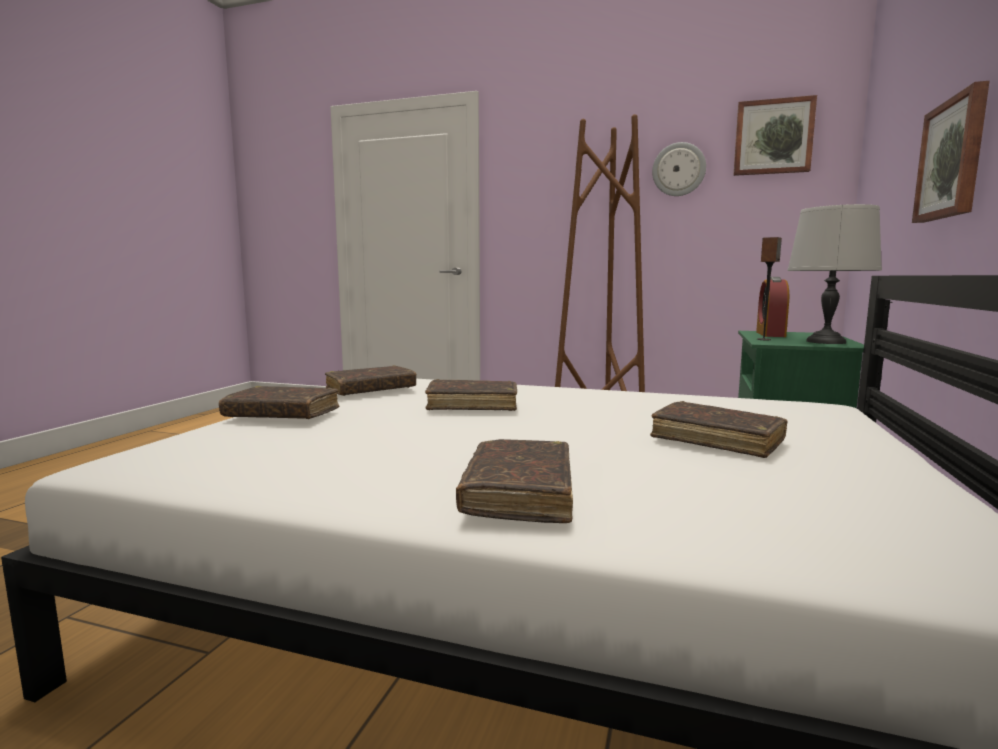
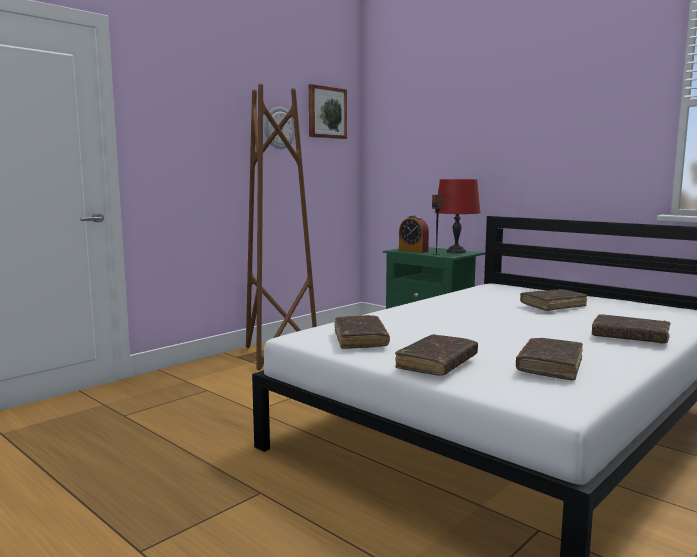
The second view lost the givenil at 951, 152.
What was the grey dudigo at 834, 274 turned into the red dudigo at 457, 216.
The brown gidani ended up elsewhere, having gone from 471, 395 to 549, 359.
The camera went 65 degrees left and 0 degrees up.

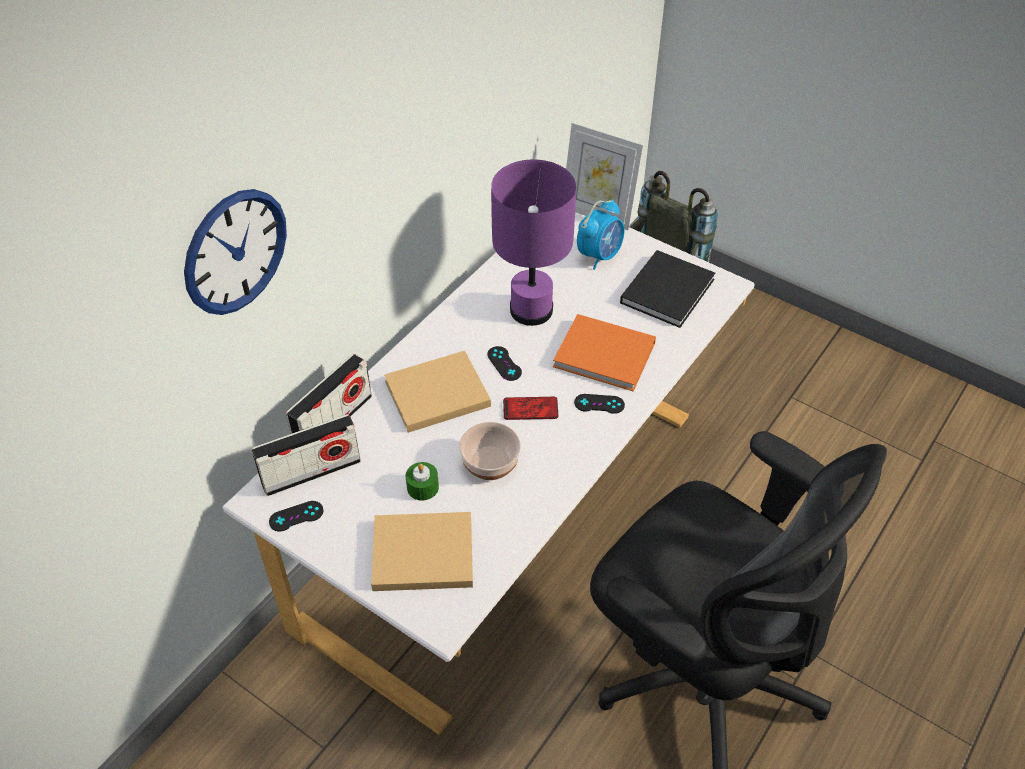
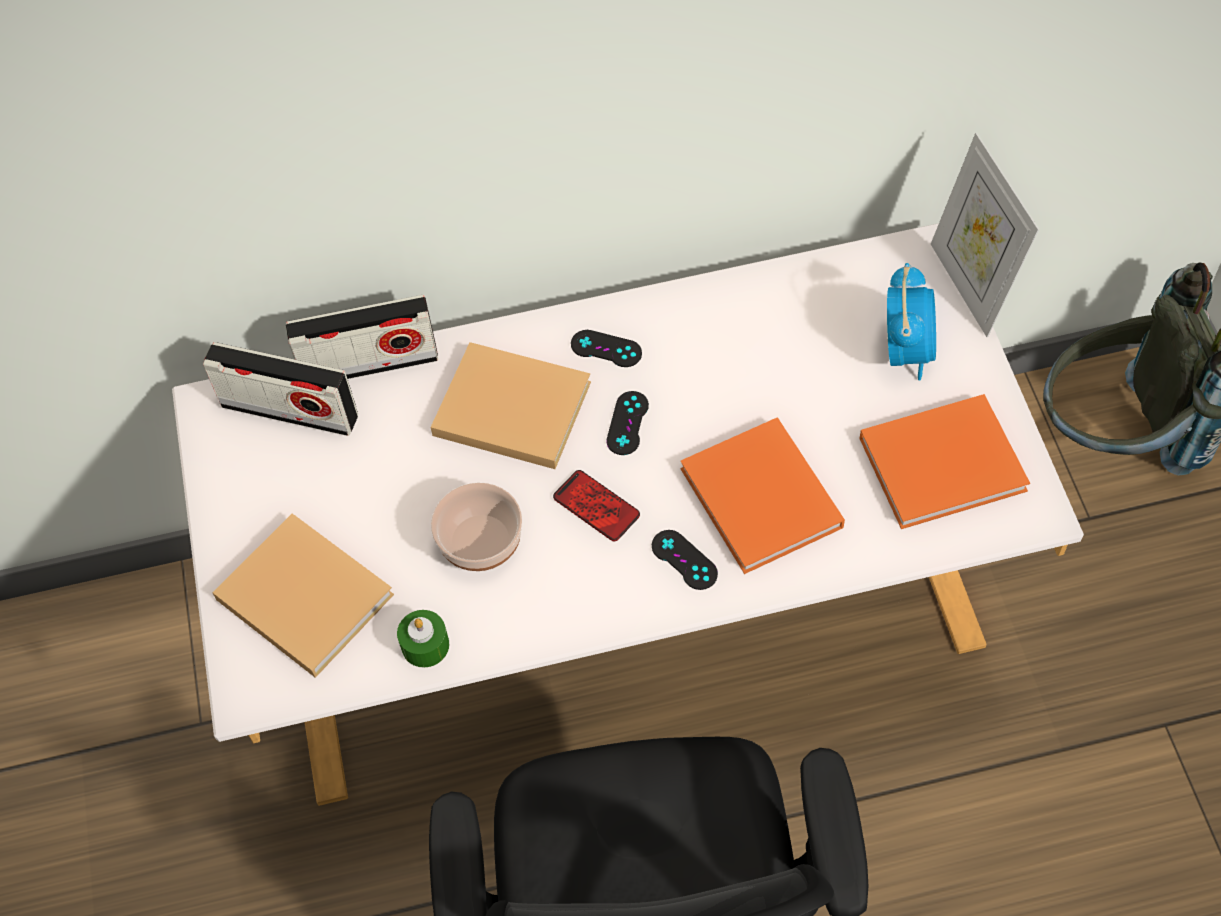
The second view lost the purple dudigo at 533, 243.
The second view lost the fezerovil at 235, 252.
The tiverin at 600, 234 ended up facing another way, 75 degrees counterclockwise from before.
What was the black gidani at 667, 289 turned into the orange gidani at 944, 461.
The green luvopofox ended up elsewhere, having gone from 422, 481 to 423, 638.
The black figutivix ended up elsewhere, having gone from 296, 516 to 606, 348.
The camera went 45 degrees right and 10 degrees up.

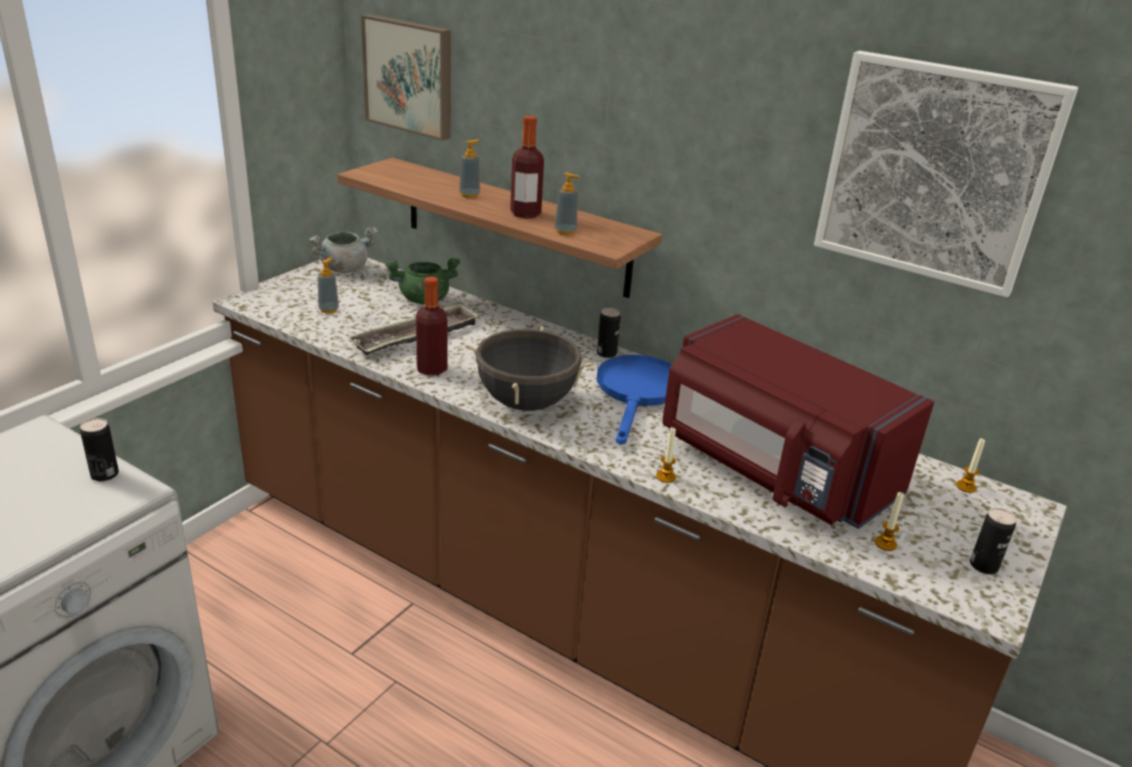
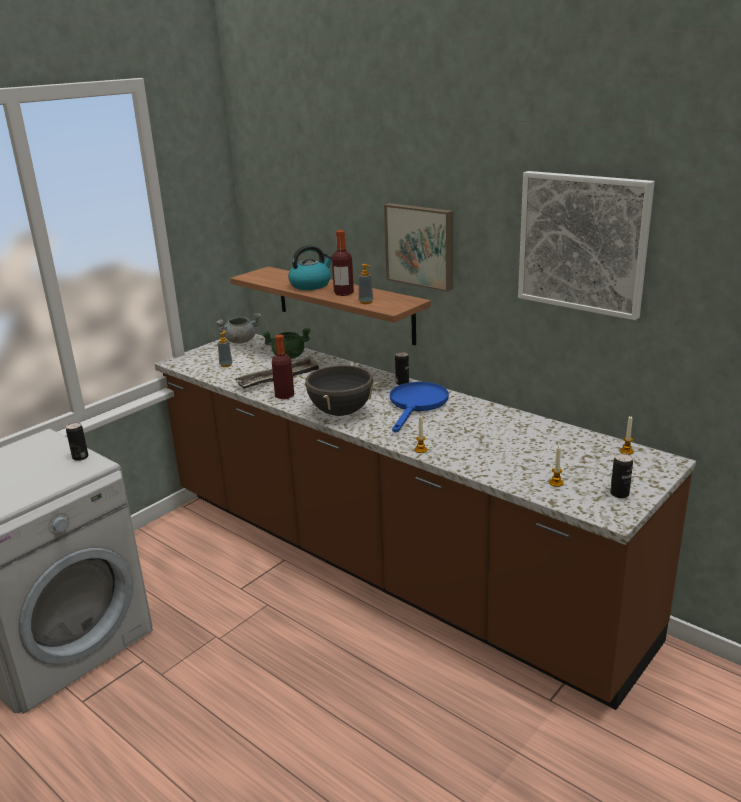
The givenil ended up elsewhere, having gone from 406, 77 to 418, 247.
Where the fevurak stood at 469, 169, the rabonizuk came to stand at 310, 267.
The second view lost the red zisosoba at 798, 421.
The camera went 10 degrees right and 5 degrees down.

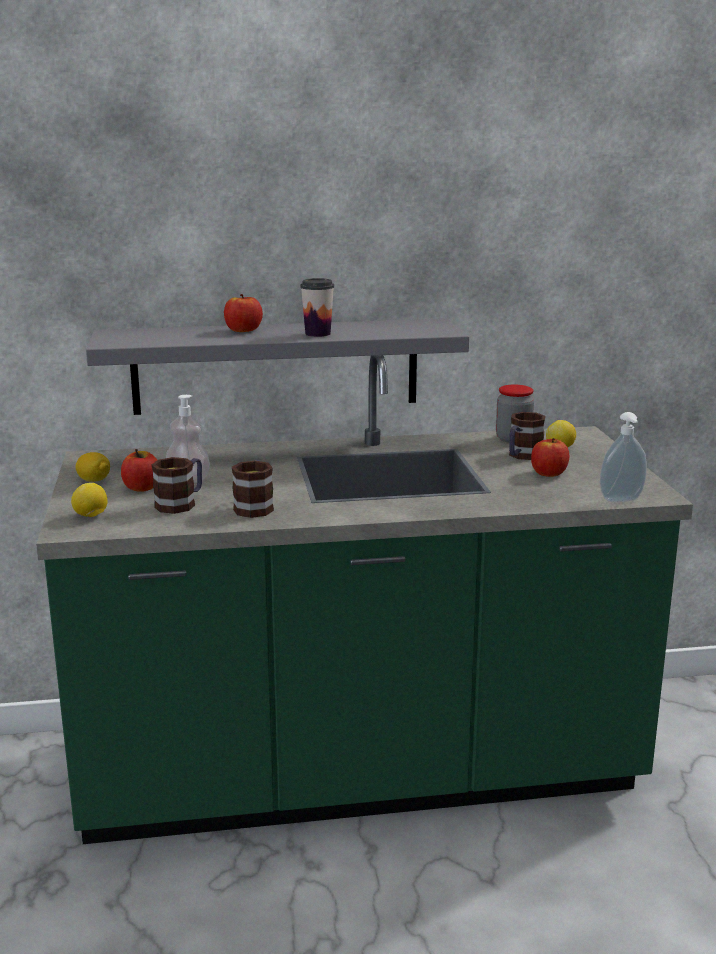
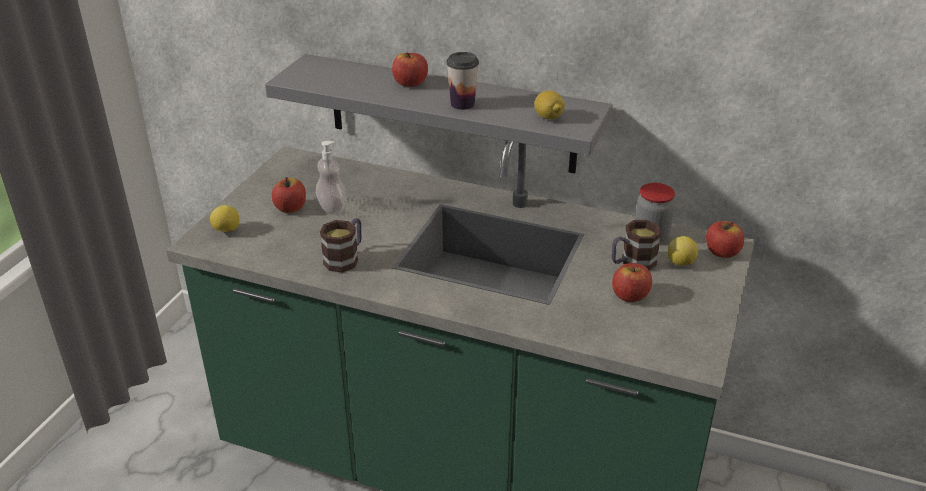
The second view lost the fevurak at 623, 457.
The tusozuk ended up elsewhere, having gone from 93, 467 to 549, 105.
The second view lost the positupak at 177, 485.
The second view gained the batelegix at 725, 239.
The camera went 30 degrees right and 15 degrees up.

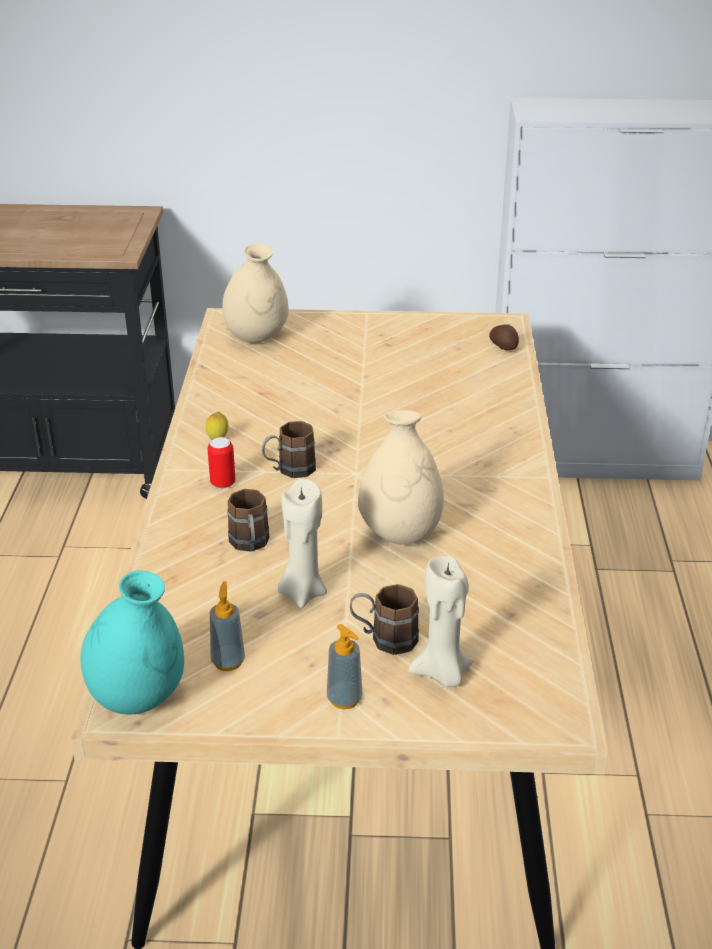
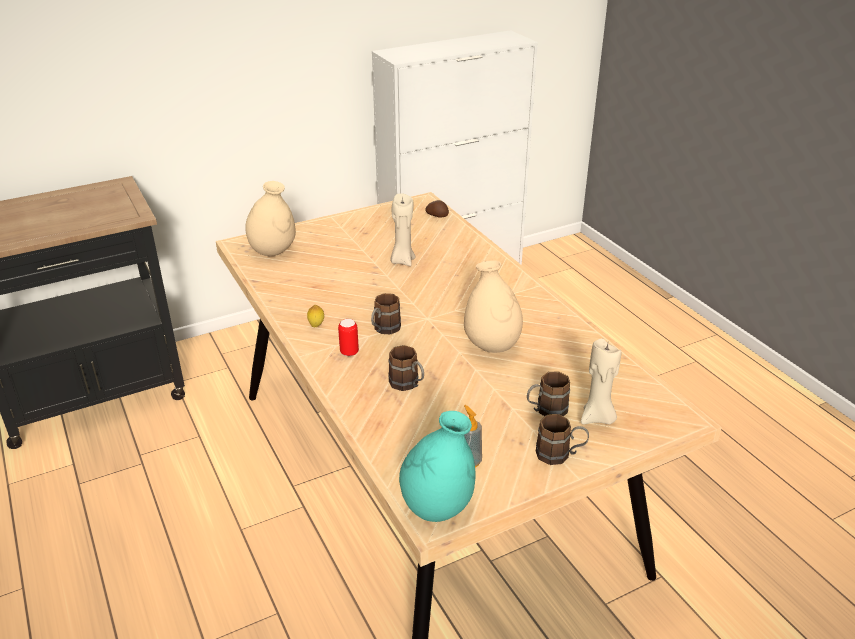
The beige luvopofox ended up elsewhere, having gone from 302, 543 to 402, 229.
Where the fevurak stood at 345, 667, the brown positupak came to stand at 562, 439.
The camera went 30 degrees left and 0 degrees up.

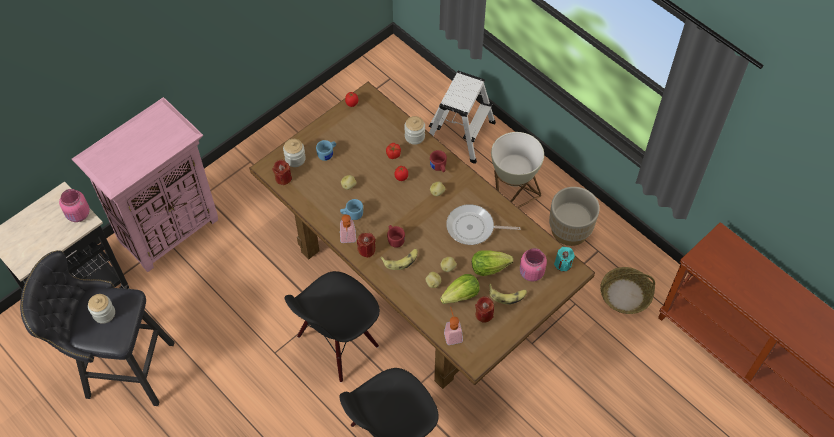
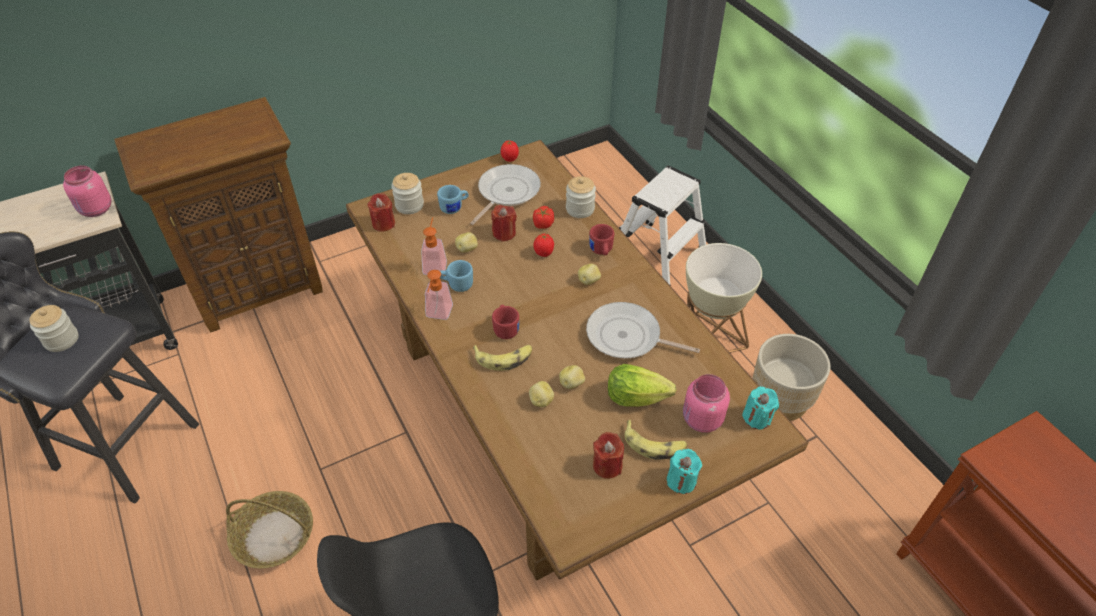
What was the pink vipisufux at 145, 184 turned into the brown vipisufux at 218, 215.
The red luvopofox ended up elsewhere, having gone from 366, 245 to 504, 223.
The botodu ended up elsewhere, having gone from 627, 290 to 269, 530.
The second view lost the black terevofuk at 332, 326.
The second view lost the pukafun at 460, 289.
The fevurak ended up elsewhere, having gone from 453, 326 to 434, 246.
The second view gained the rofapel at 505, 194.
The second view gained the turquoise luvopofox at 684, 471.
The camera went 15 degrees right and 10 degrees down.

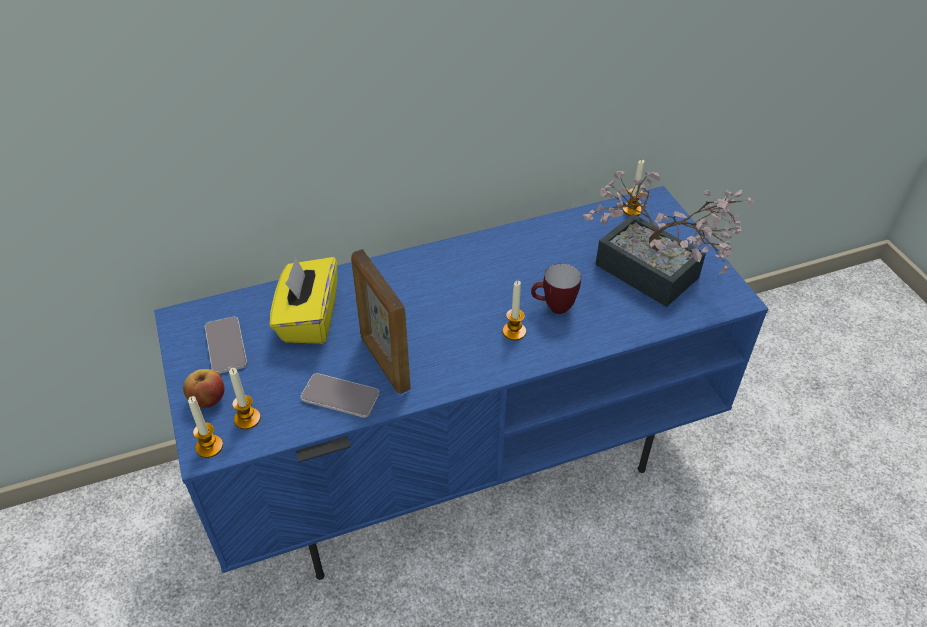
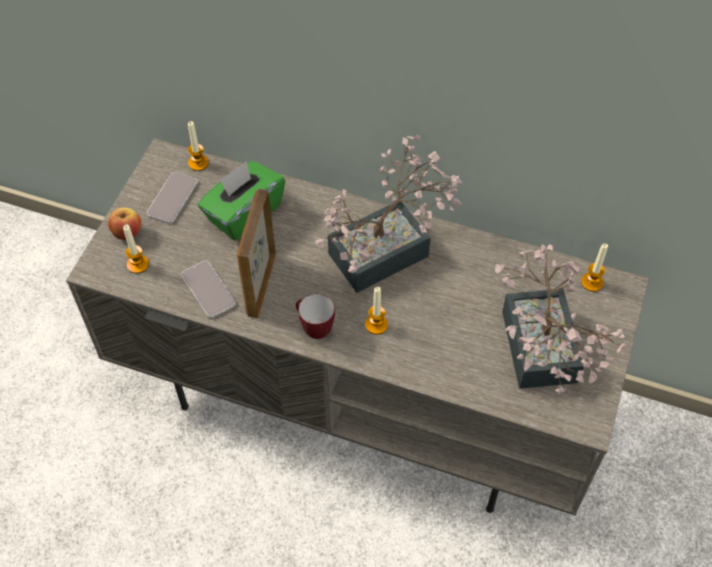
What was the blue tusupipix at 461, 383 turned into the grey tusupipix at 357, 327.
What was the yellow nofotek at 303, 300 turned into the green nofotek at 241, 200.
The positupak ended up elsewhere, having gone from 556, 288 to 315, 316.
The luvopofox ended up elsewhere, having gone from 205, 427 to 198, 146.
The second view gained the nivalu at 388, 214.
The camera went 40 degrees right and 10 degrees up.

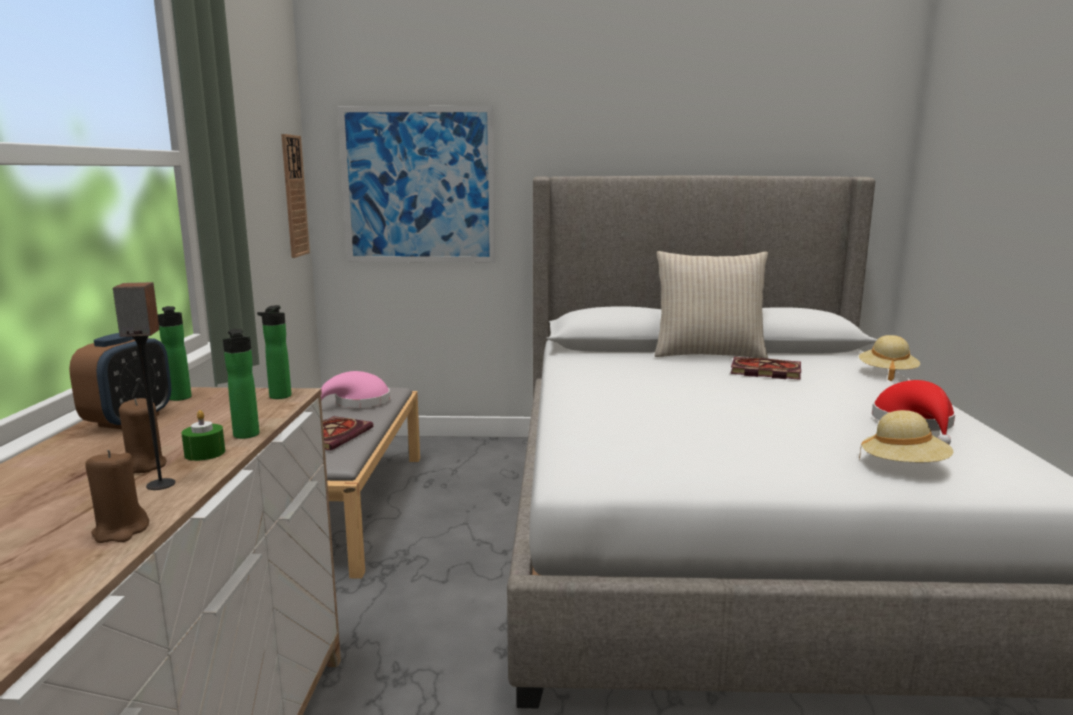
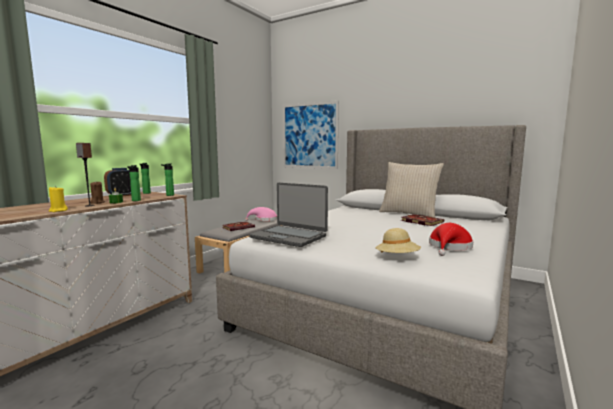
The second view lost the fezerovil at 295, 196.
The second view lost the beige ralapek at 889, 358.
What was the brown luvopofox at 117, 496 turned into the yellow luvopofox at 58, 199.
The second view gained the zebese at 288, 215.
The camera went 30 degrees right and 5 degrees down.

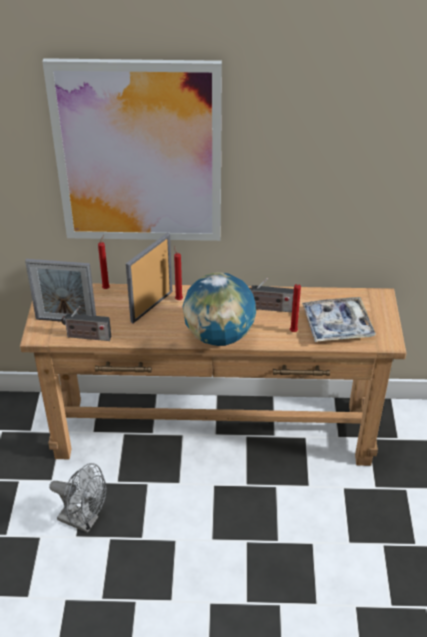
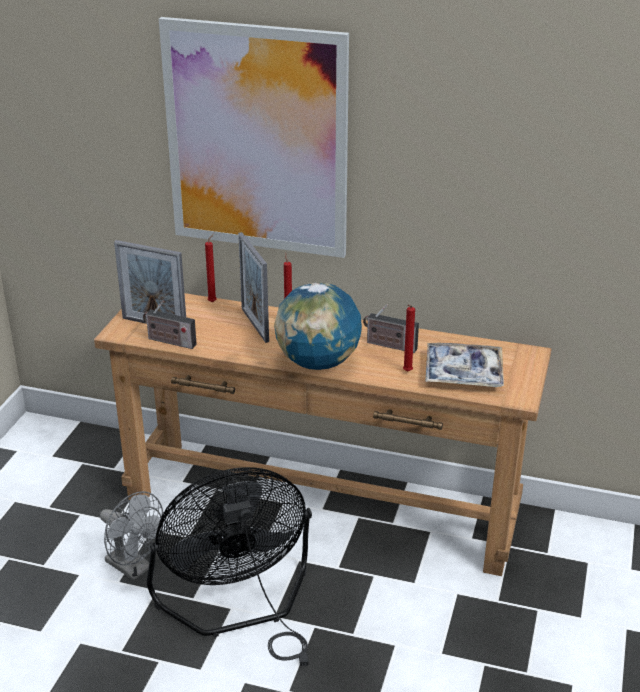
The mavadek at 149, 277 ended up facing another way, 75 degrees counterclockwise from before.
The second view gained the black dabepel at 229, 566.
The camera went 15 degrees right and 10 degrees down.

